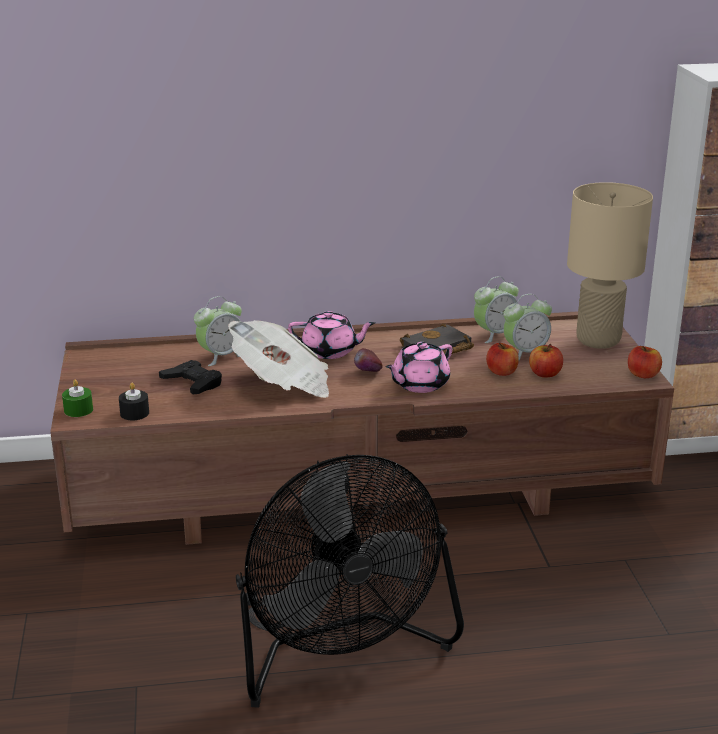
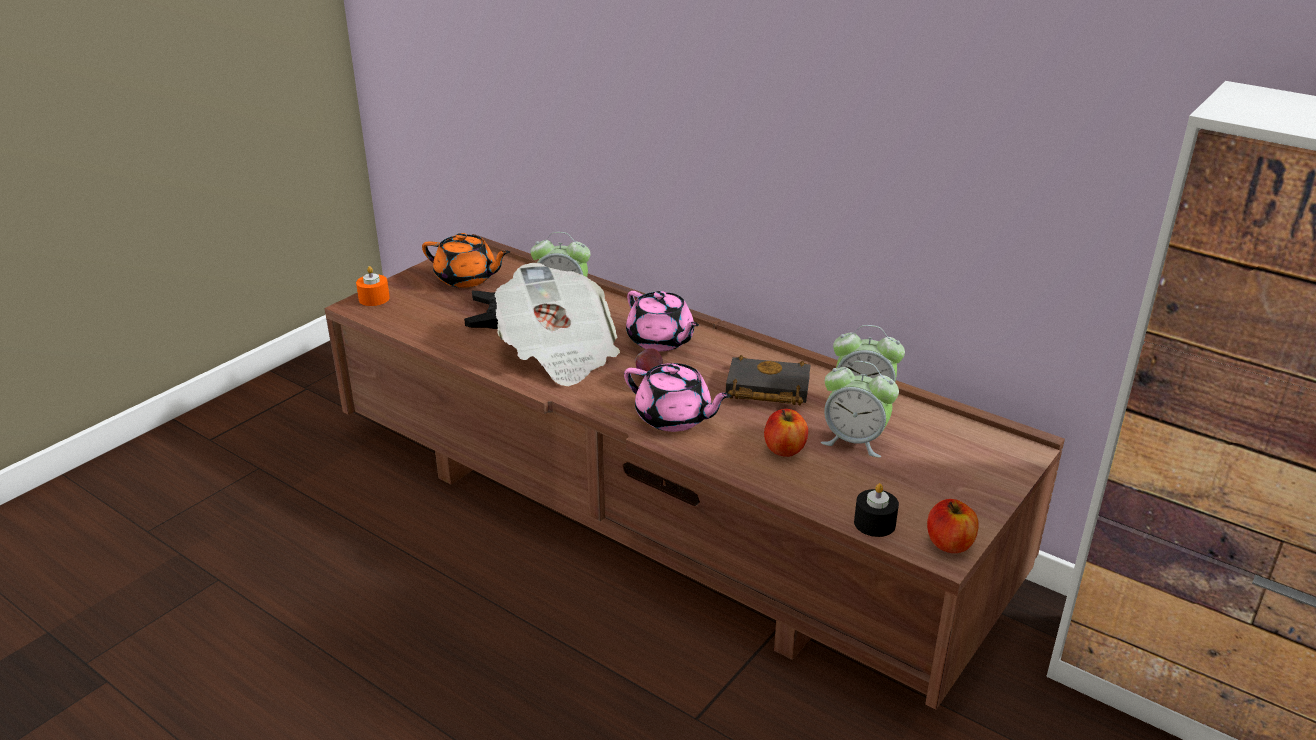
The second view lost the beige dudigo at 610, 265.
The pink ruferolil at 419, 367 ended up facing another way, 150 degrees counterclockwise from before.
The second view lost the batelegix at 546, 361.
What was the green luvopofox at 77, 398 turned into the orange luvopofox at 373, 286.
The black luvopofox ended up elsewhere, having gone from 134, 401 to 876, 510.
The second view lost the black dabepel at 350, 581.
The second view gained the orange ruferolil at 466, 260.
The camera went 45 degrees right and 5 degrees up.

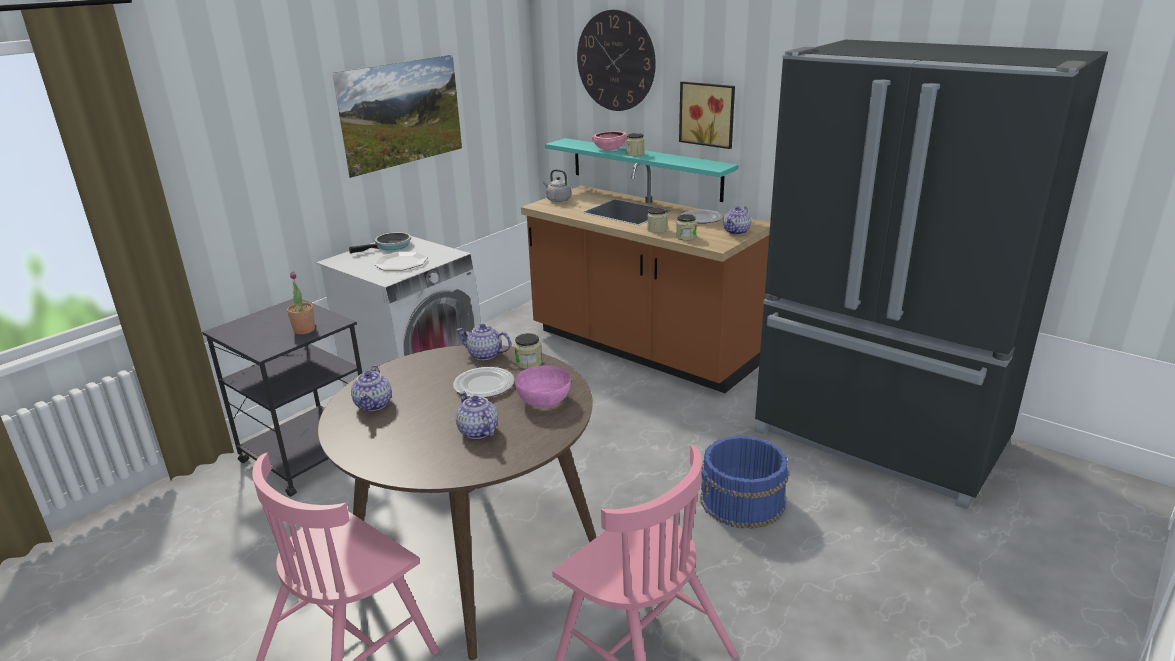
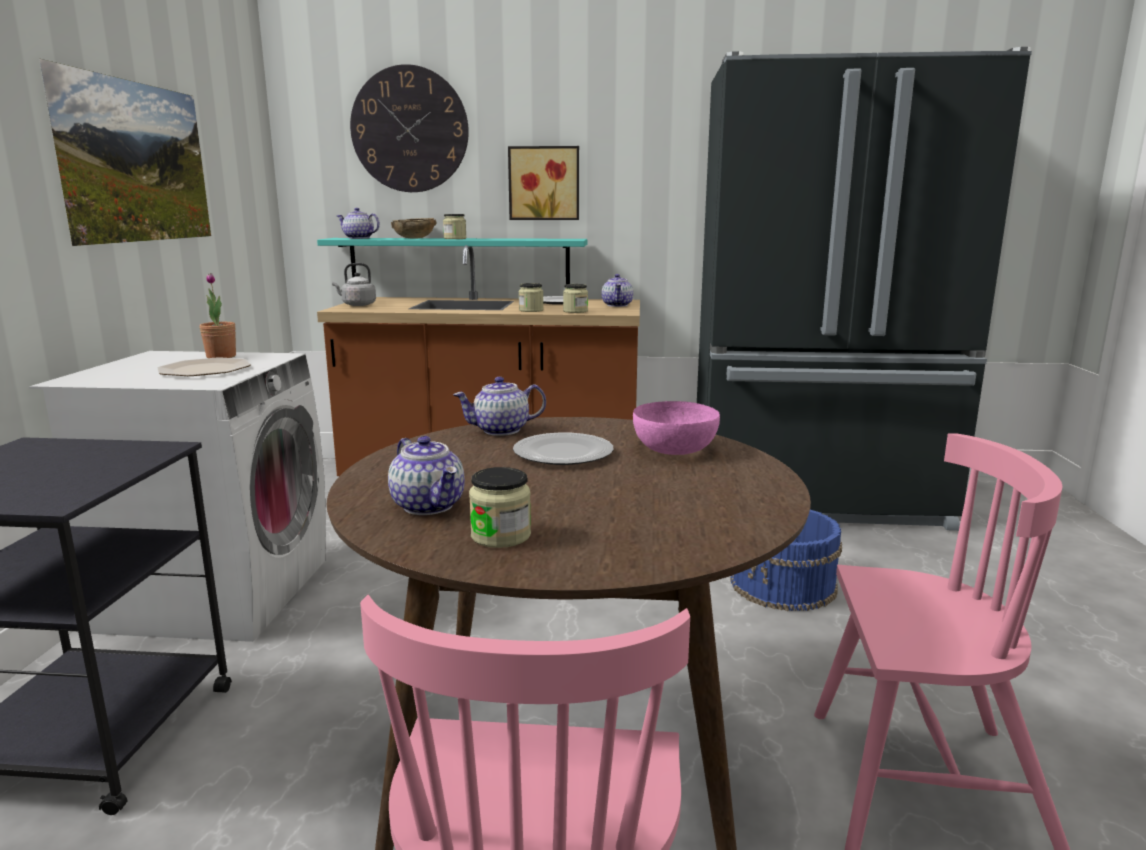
What was the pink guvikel at 610, 140 turned into the brown guvikel at 413, 228.
The second view lost the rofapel at 380, 242.
The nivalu ended up elsewhere, having gone from 301, 302 to 217, 315.
The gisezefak ended up elsewhere, having gone from 528, 351 to 500, 507.
The ruferolil ended up elsewhere, having gone from 477, 415 to 358, 223.
The camera went 35 degrees left and 10 degrees down.

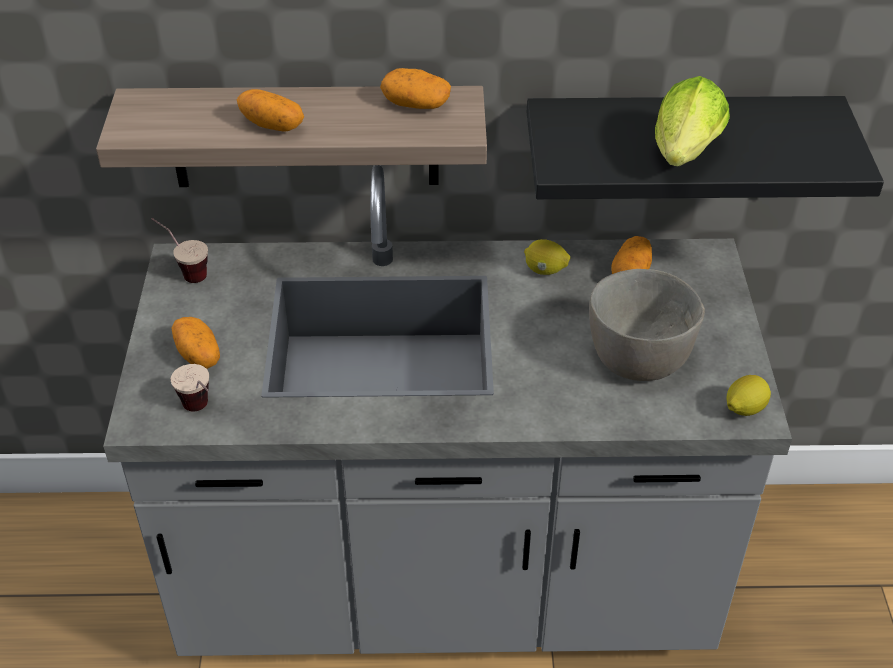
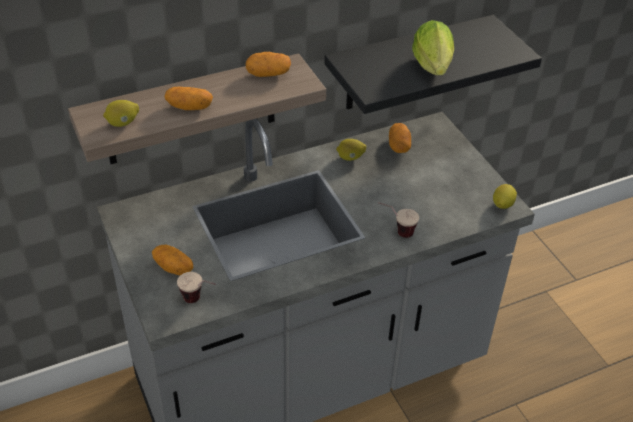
The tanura ended up elsewhere, having gone from 179, 250 to 398, 220.
The second view lost the grey guvikel at 647, 325.
The second view gained the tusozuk at 121, 113.
The camera went 25 degrees left and 0 degrees up.

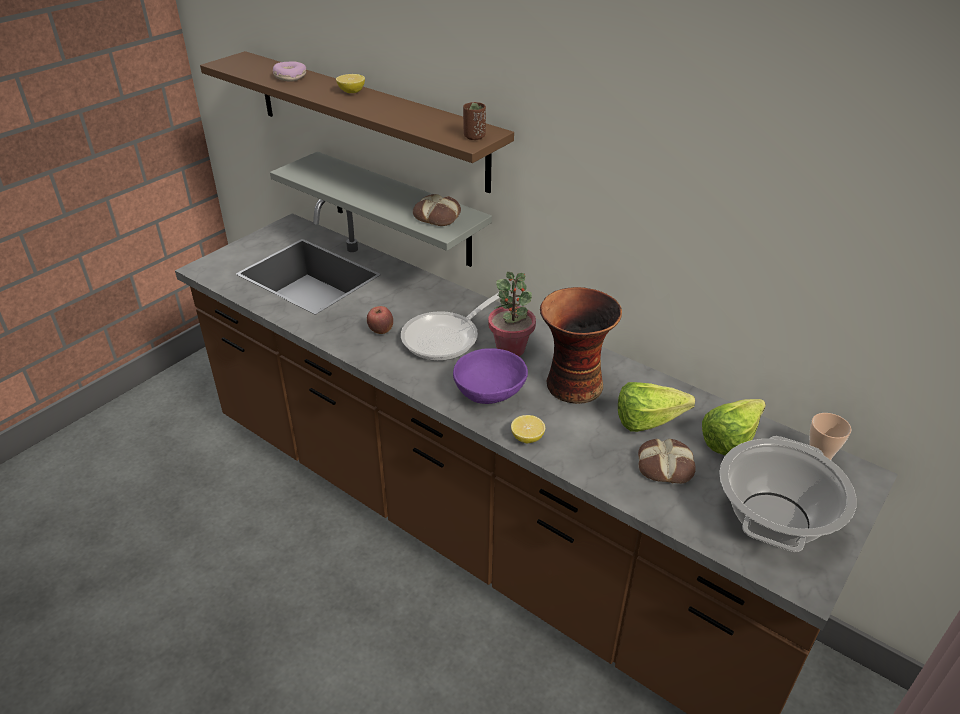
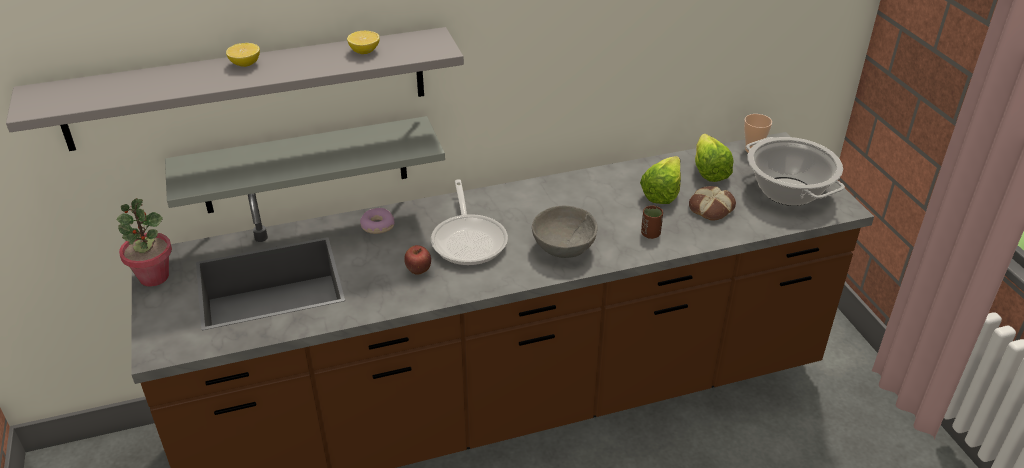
What was the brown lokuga at 357, 122 turned into the grey lokuga at 235, 89.
The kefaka ended up elsewhere, having gone from 289, 71 to 377, 221.
The brown tanura ended up elsewhere, having gone from 474, 121 to 652, 222.
The second view lost the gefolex at 437, 210.
The nivalu ended up elsewhere, having gone from 512, 314 to 144, 242.
The second view lost the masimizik at 581, 345.
What was the purple guvikel at 490, 376 turned into the grey guvikel at 565, 232.
The tusozuk ended up elsewhere, having gone from 528, 429 to 363, 42.
The camera went 55 degrees left and 0 degrees up.

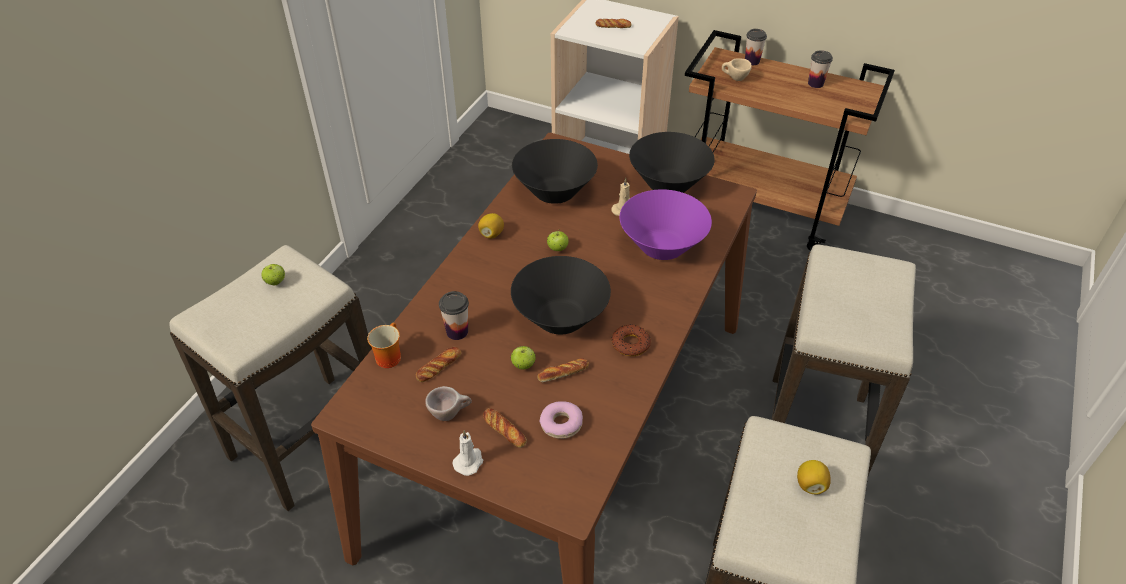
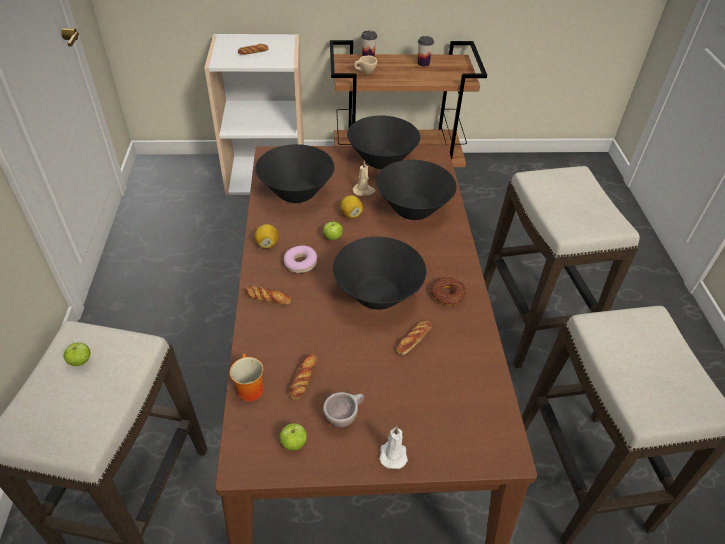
What was the purple guvikel at 666, 224 turned into the black guvikel at 416, 190.
The second view lost the tanura at 454, 315.
The batelegix ended up elsewhere, having gone from 523, 357 to 293, 436.
The kefaka ended up elsewhere, having gone from 561, 420 to 300, 259.
The gefolex ended up elsewhere, having gone from 505, 428 to 268, 295.
The tusozuk ended up elsewhere, having gone from 814, 477 to 351, 206.
The camera went 30 degrees left and 0 degrees up.

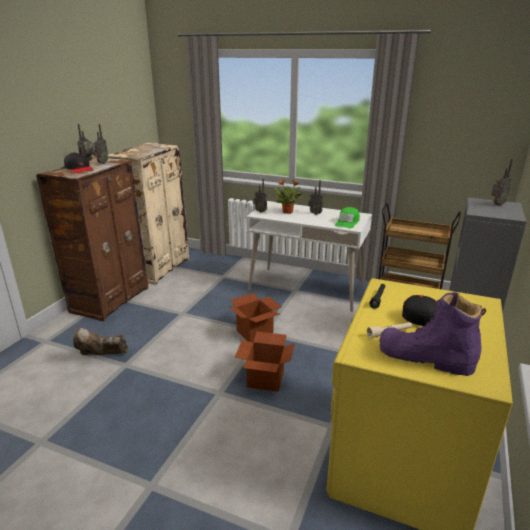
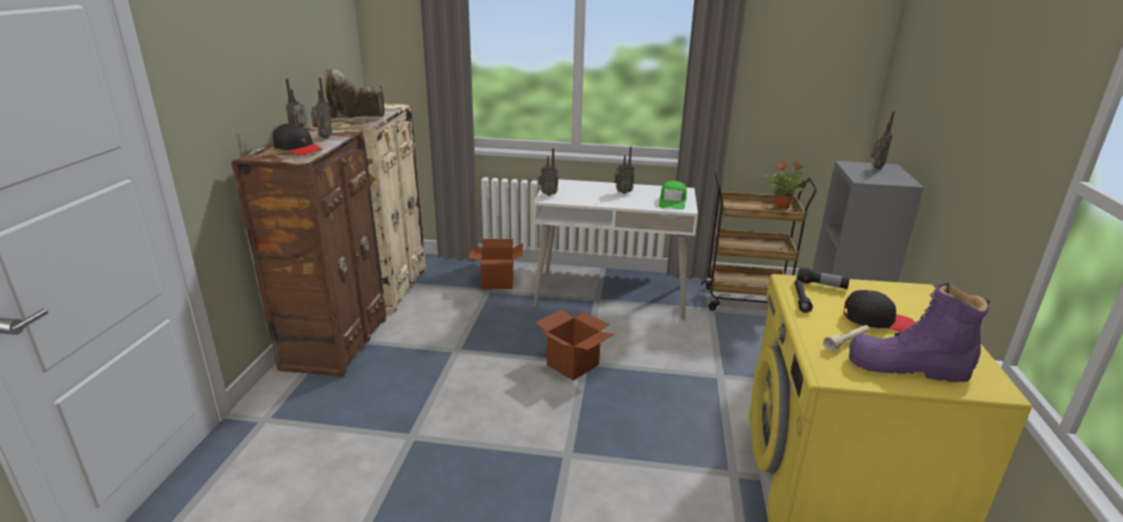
The nivalu ended up elsewhere, having gone from 288, 196 to 787, 185.
The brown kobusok ended up elsewhere, having gone from 100, 341 to 354, 93.
The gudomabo ended up elsewhere, having gone from 265, 361 to 496, 264.
The second view gained the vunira at 823, 277.
The camera went 15 degrees left and 0 degrees up.

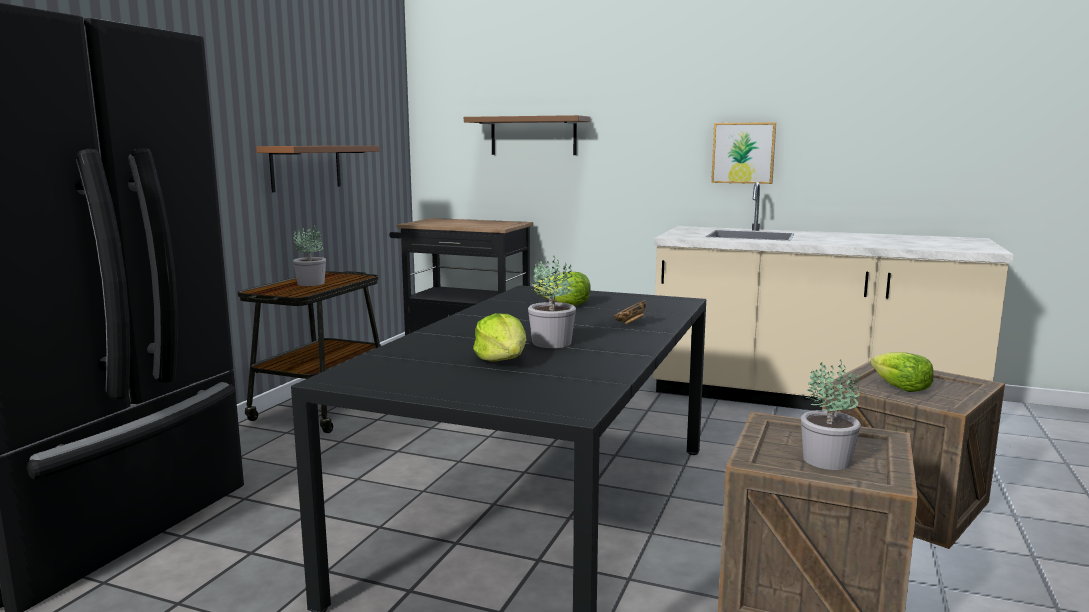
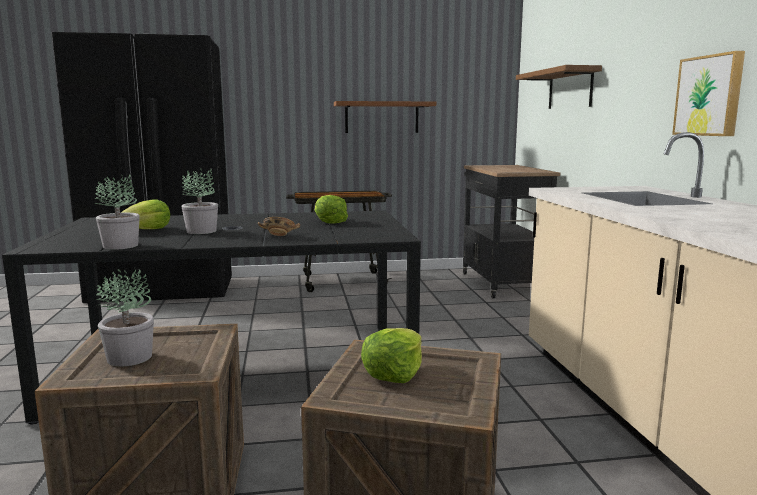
The nivalu ended up elsewhere, having gone from 309, 255 to 117, 212.
The camera went 60 degrees right and 0 degrees up.

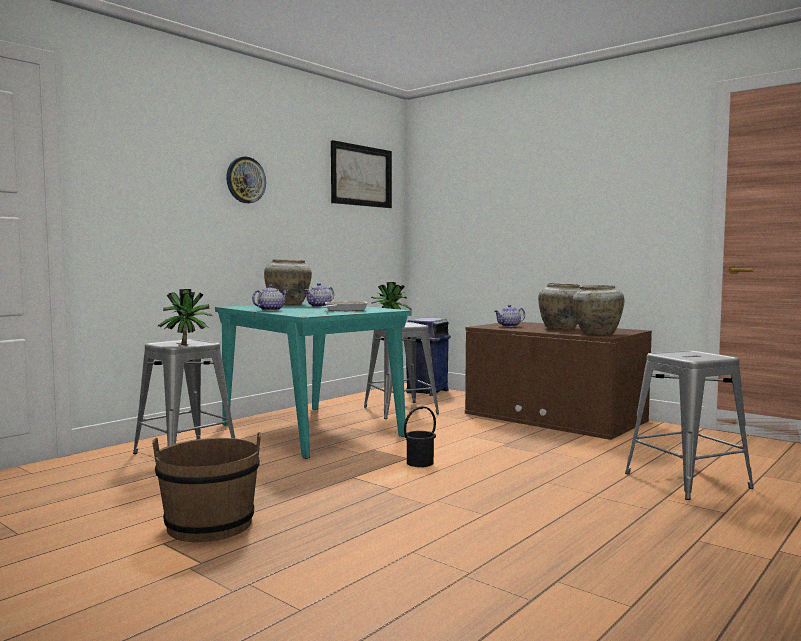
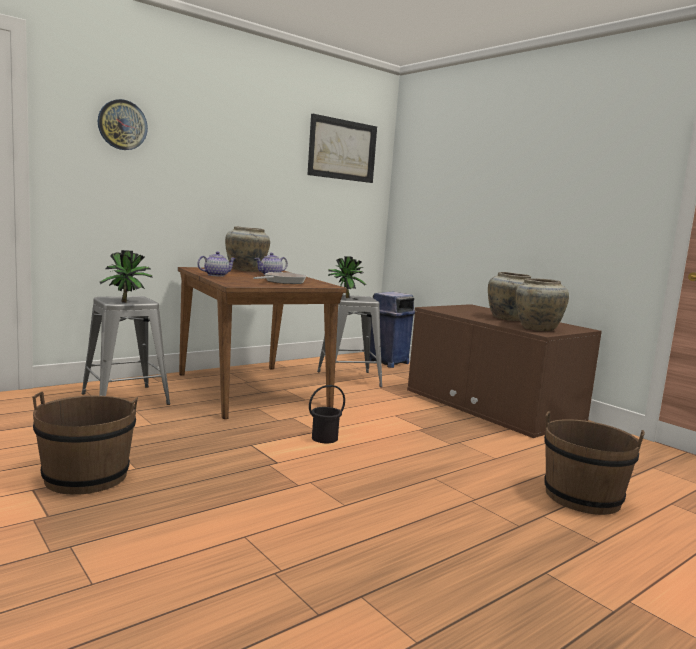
The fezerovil ended up elsewhere, having gone from 246, 179 to 123, 124.
What was the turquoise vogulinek at 313, 381 turned into the brown vogulinek at 262, 343.
The second view lost the ruferolil at 510, 316.
Where the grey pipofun stood at 689, 425, the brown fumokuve came to stand at 594, 463.
The camera went 10 degrees right and 5 degrees up.

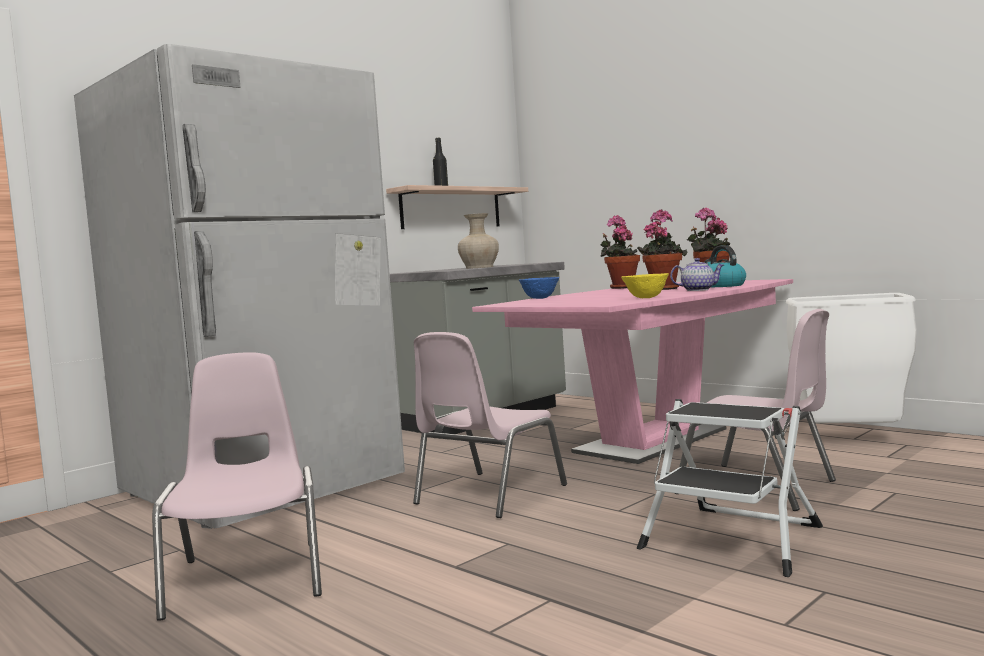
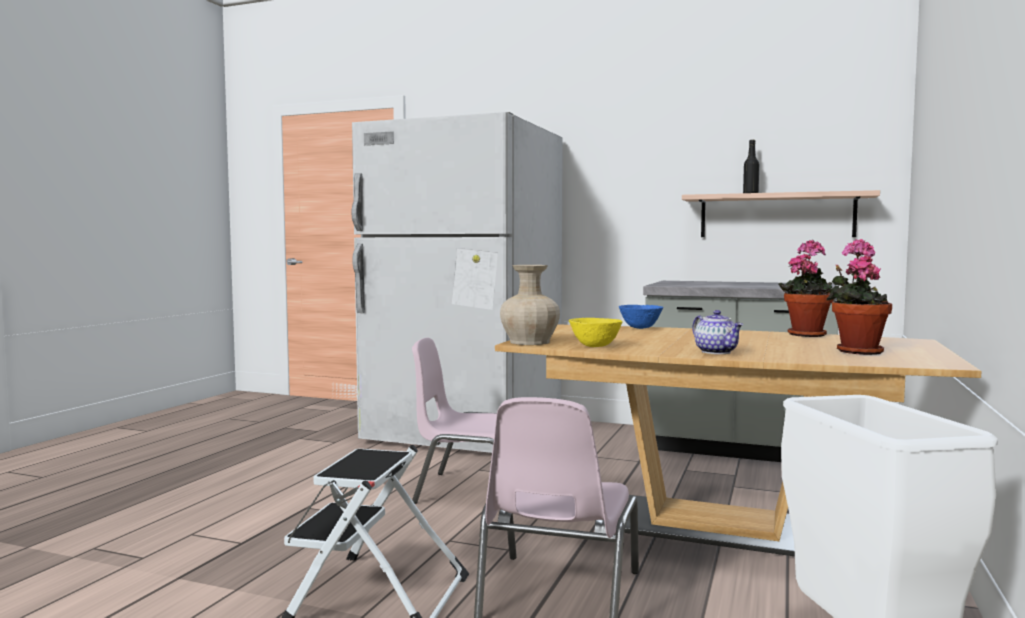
The second view lost the nivalu at 662, 249.
The beige masimizik ended up elsewhere, having gone from 478, 241 to 530, 305.
The second view lost the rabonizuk at 725, 266.
What was the pink vogulinek at 632, 371 turned into the brown vogulinek at 738, 440.
The second view lost the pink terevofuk at 237, 486.
The camera went 65 degrees right and 0 degrees up.

